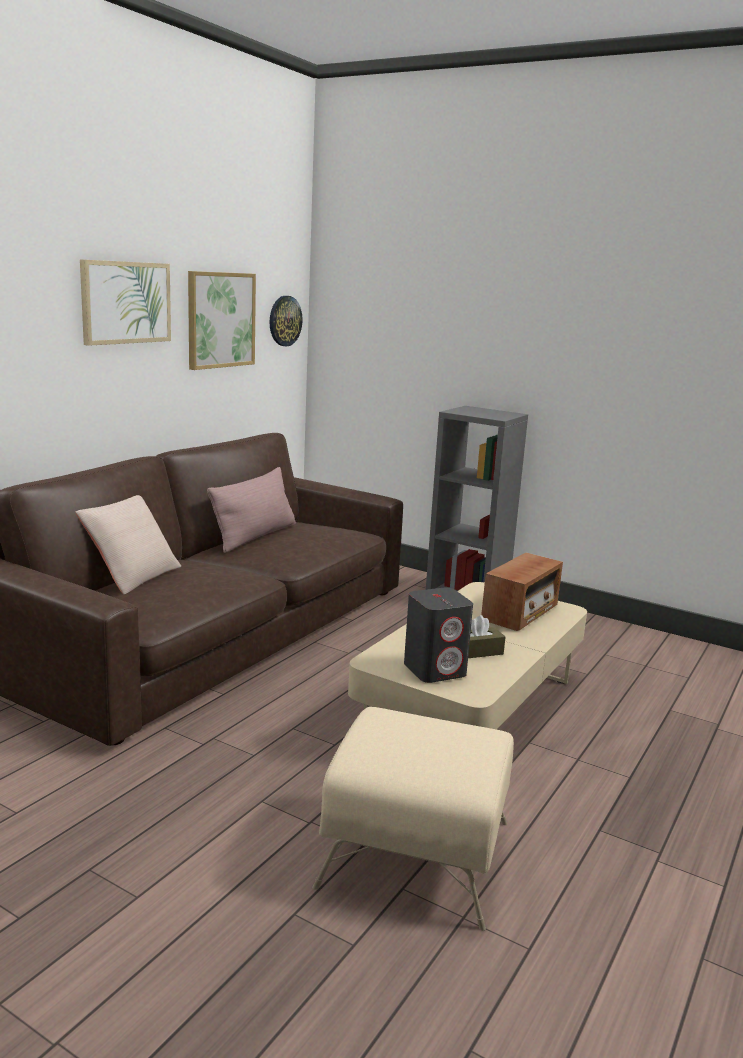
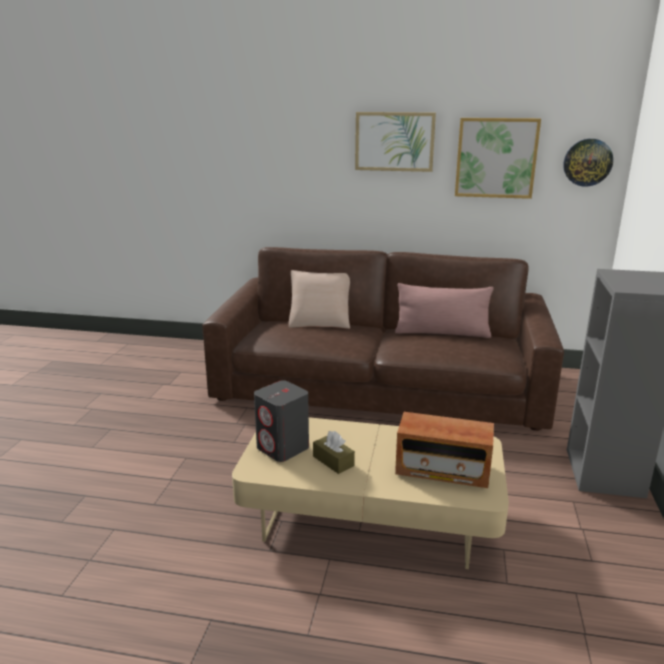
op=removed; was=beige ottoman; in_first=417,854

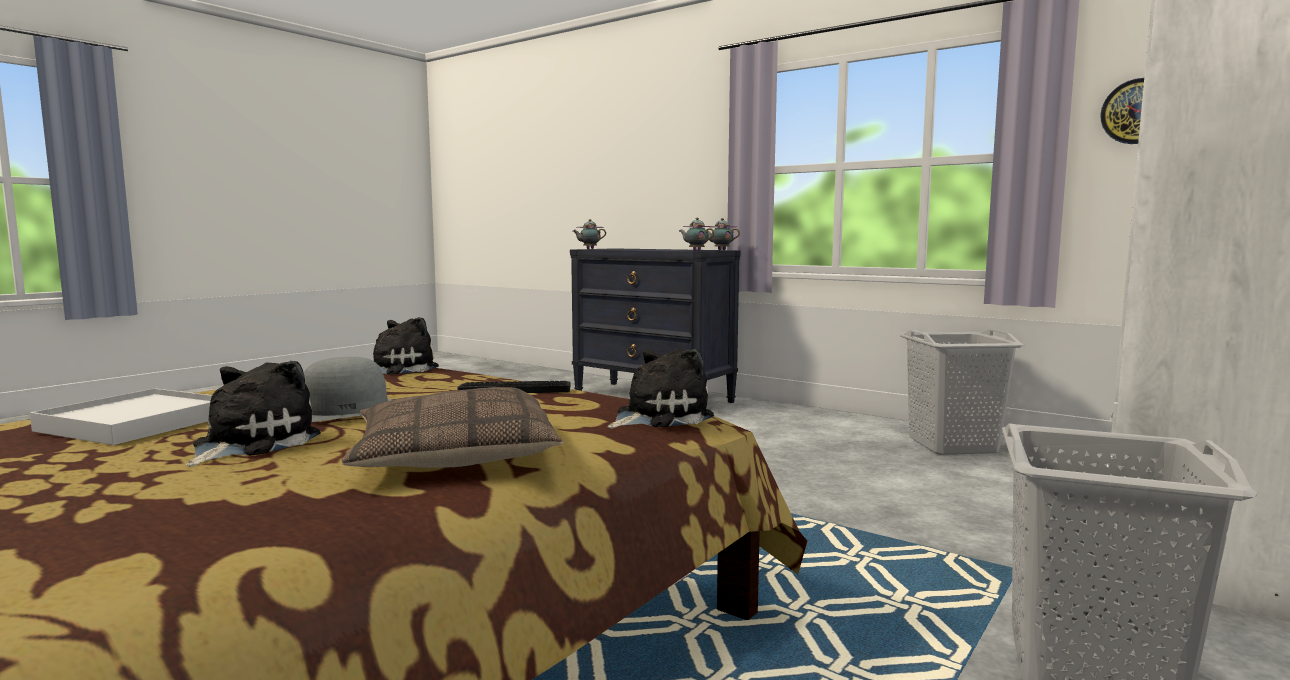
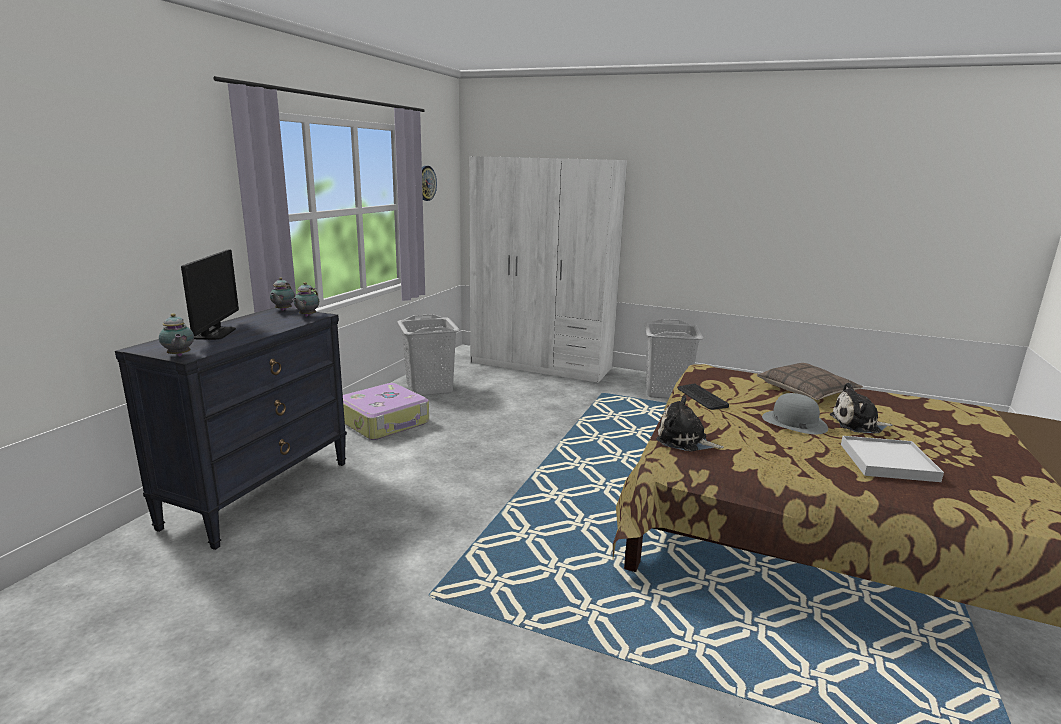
op=removed; was=plush toy; in_first=658,416
op=added; now=monitor; in_second=215,333
op=added; now=suitcase; in_second=385,422

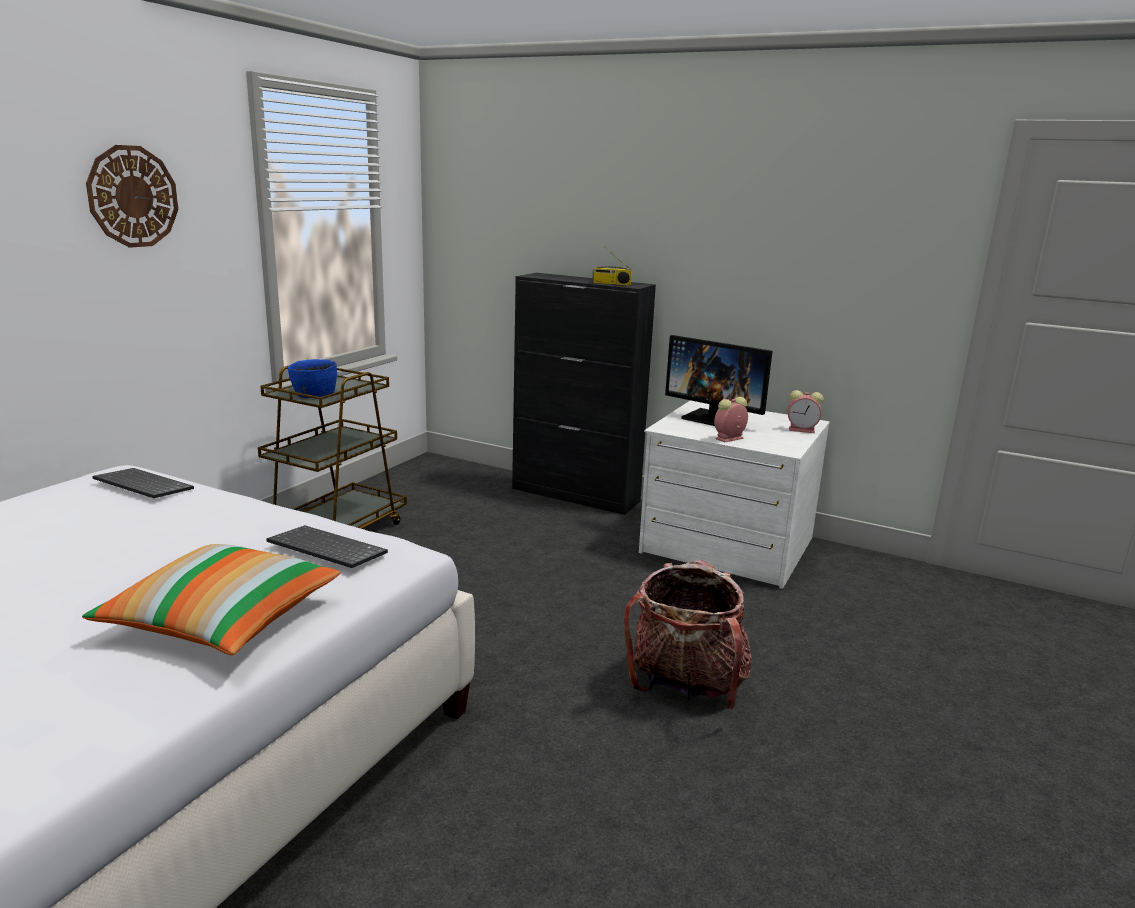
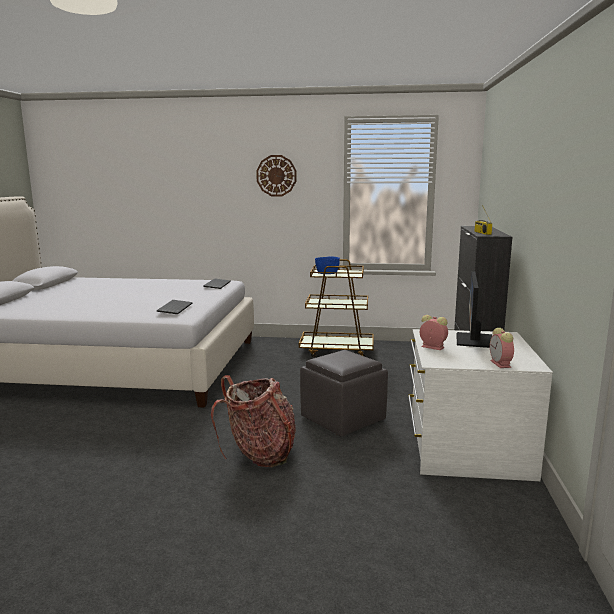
op=removed; was=pillow; in_first=222,621
op=added; now=grey ottoman; in_second=343,418

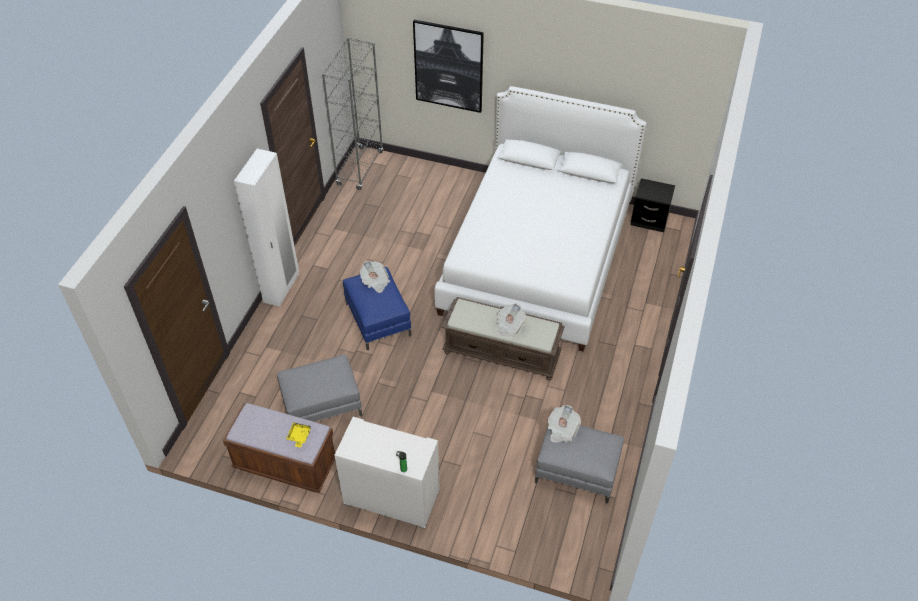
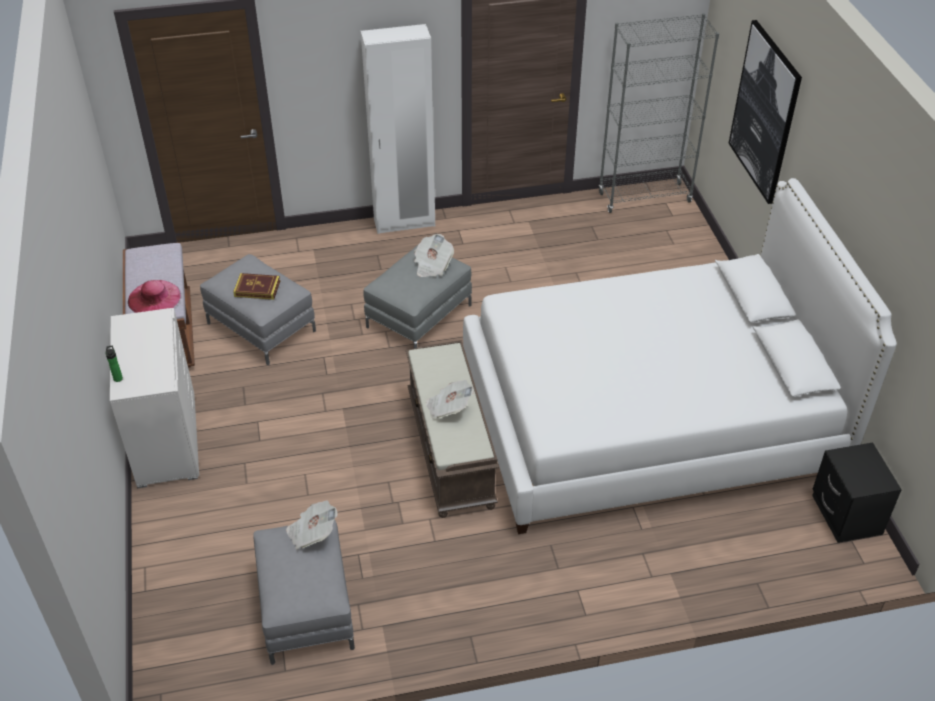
op=recoloured; was=blue ottoman; now=grey ottoman; in_first=378,319; in_second=419,316
op=replaced; was=yellow tray; now=pink hat; in_first=299,436; in_second=154,298
op=added; now=book; in_second=257,288

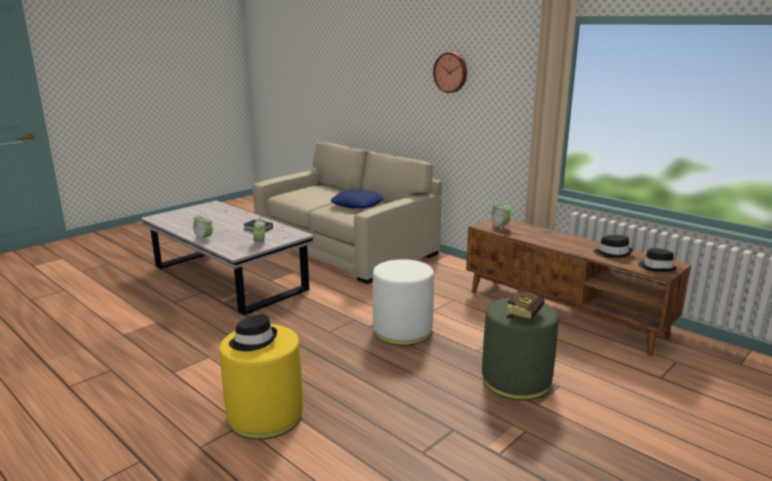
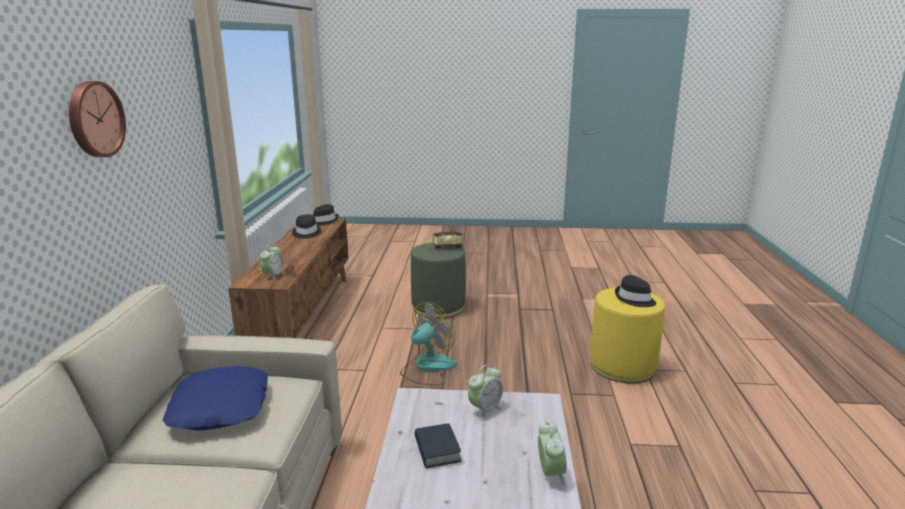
op=replaced; was=white ottoman; now=fan; in_first=402,331; in_second=427,368

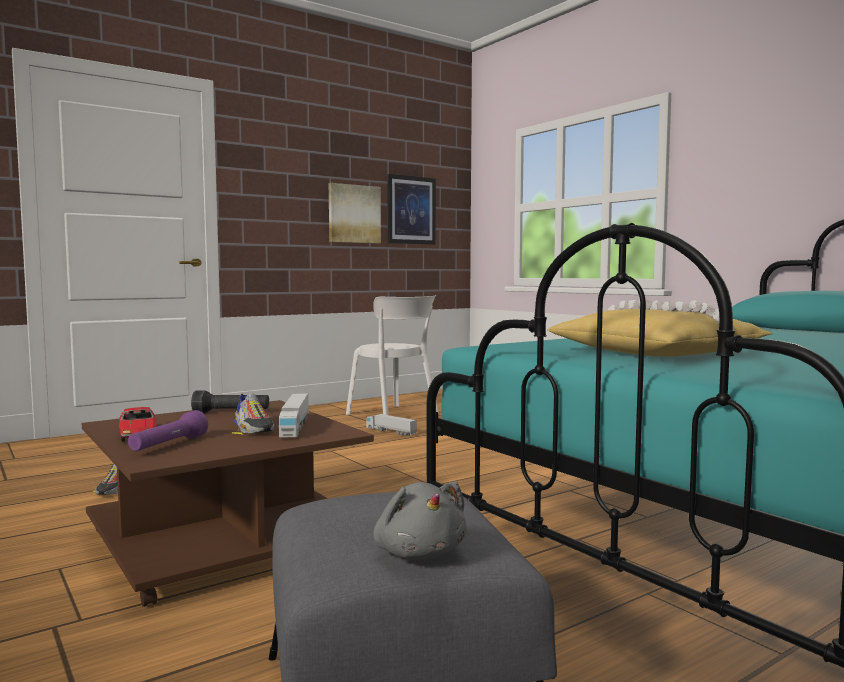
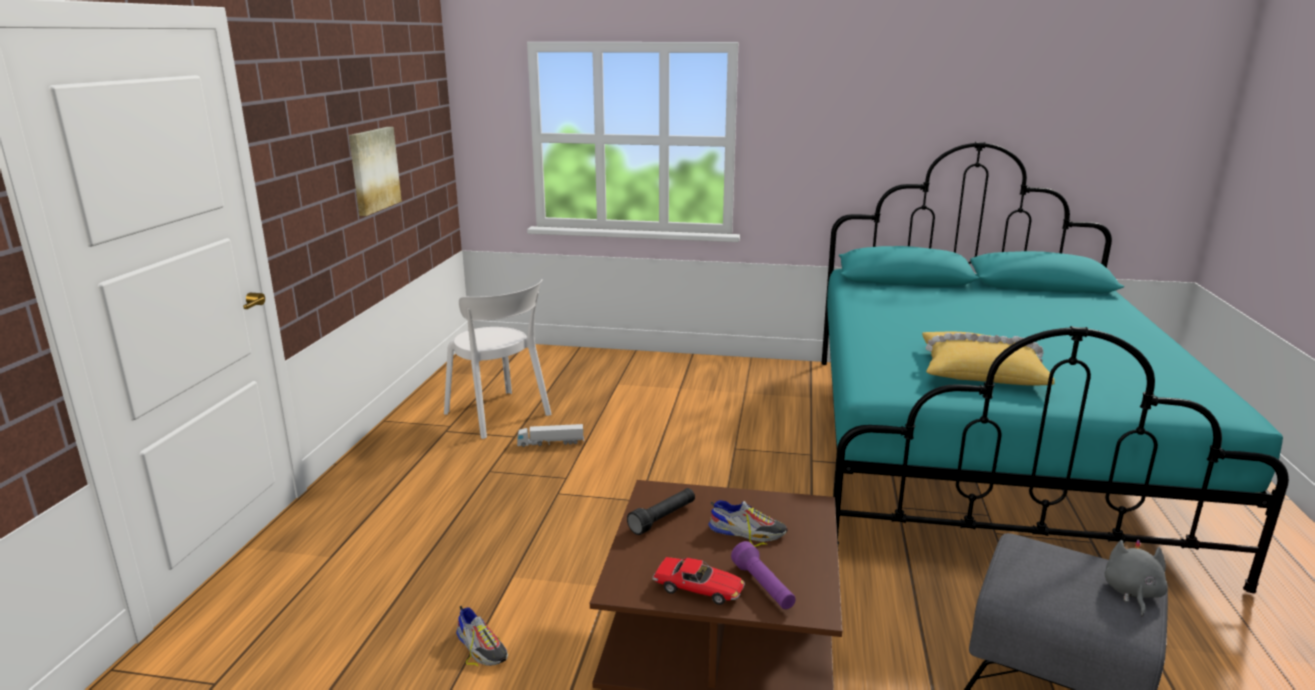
op=removed; was=picture; in_first=411,210
op=turned; was=white chair; in_first=394,415; in_second=500,415; clockwise=45
op=removed; was=toy truck; in_first=294,427
op=turned; was=grey plush toy; in_first=419,553; in_second=1132,593; clockwise=-90

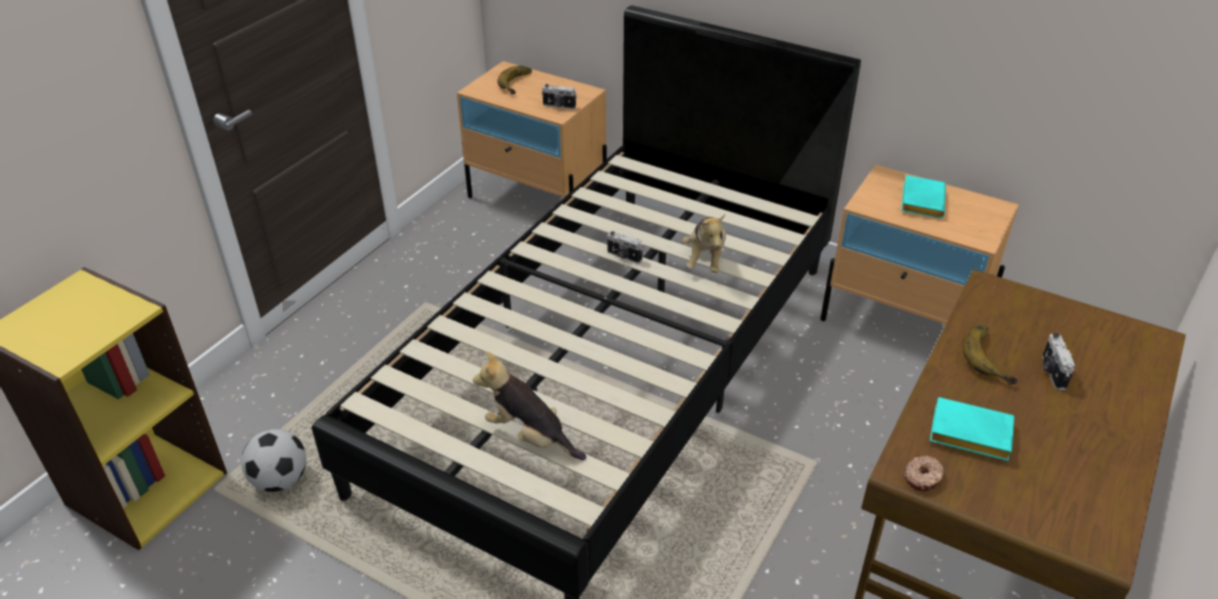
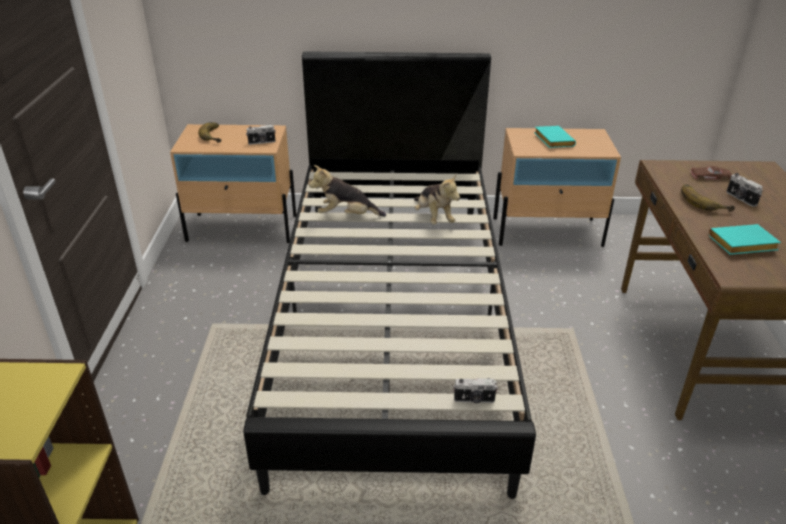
op=moved; was=photo camera; in_first=624,256; in_second=474,400
op=moved; was=plush toy; in_first=530,436; in_second=346,216
op=removed; was=football; in_first=280,480
op=removed; was=donut; in_first=923,478
op=added; now=brown toy car; in_second=710,176

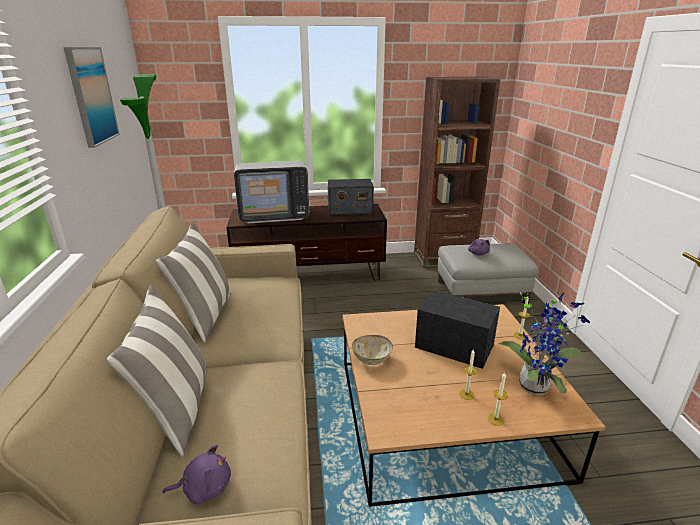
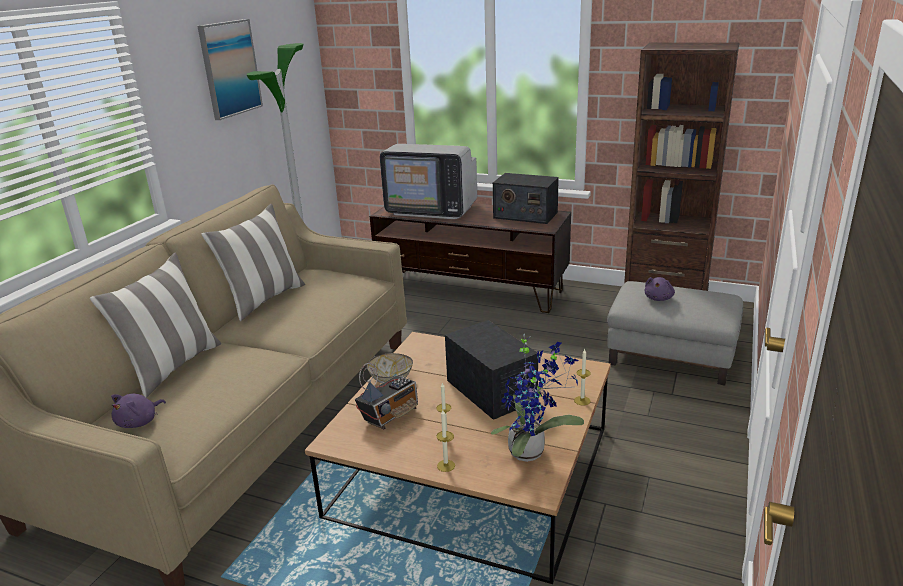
op=turned; was=purple plush toy; in_first=204,488; in_second=139,422; clockwise=105
op=added; now=radio; in_second=390,415

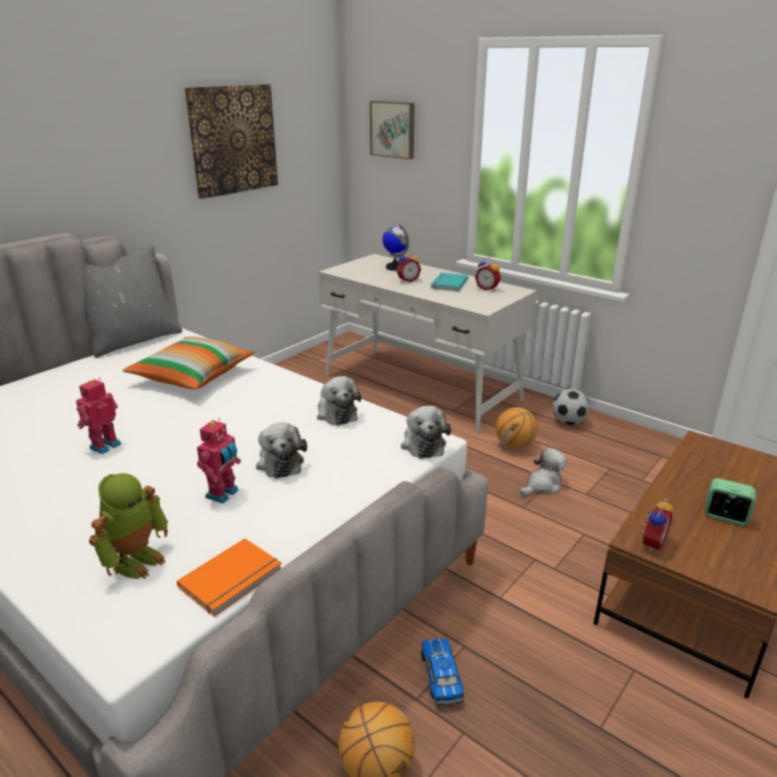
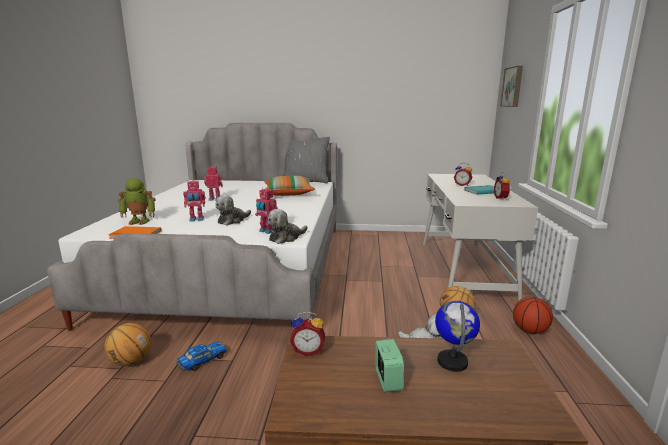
op=removed; was=picture; in_first=233,140
op=moved; was=globe; in_first=395,267; in_second=452,362
op=removed; was=plush toy; in_first=336,413
op=replaced; was=football; now=basketball; in_first=569,422; in_second=529,330
op=added; now=toy robot; in_second=267,231

